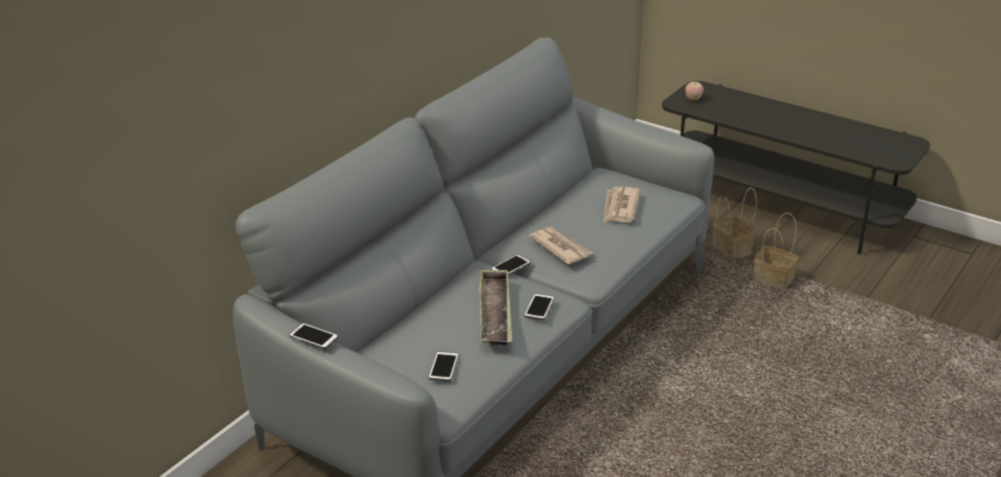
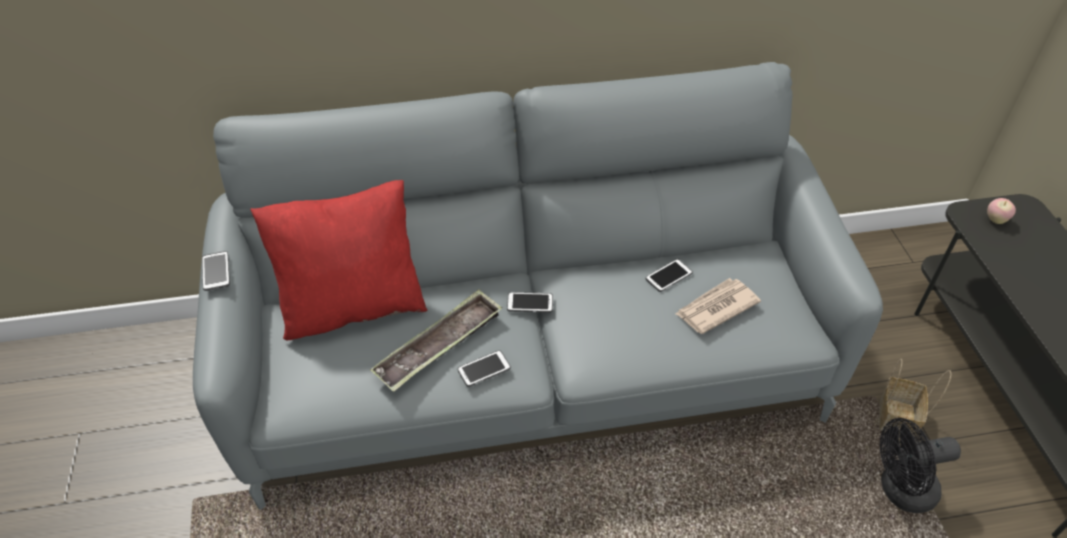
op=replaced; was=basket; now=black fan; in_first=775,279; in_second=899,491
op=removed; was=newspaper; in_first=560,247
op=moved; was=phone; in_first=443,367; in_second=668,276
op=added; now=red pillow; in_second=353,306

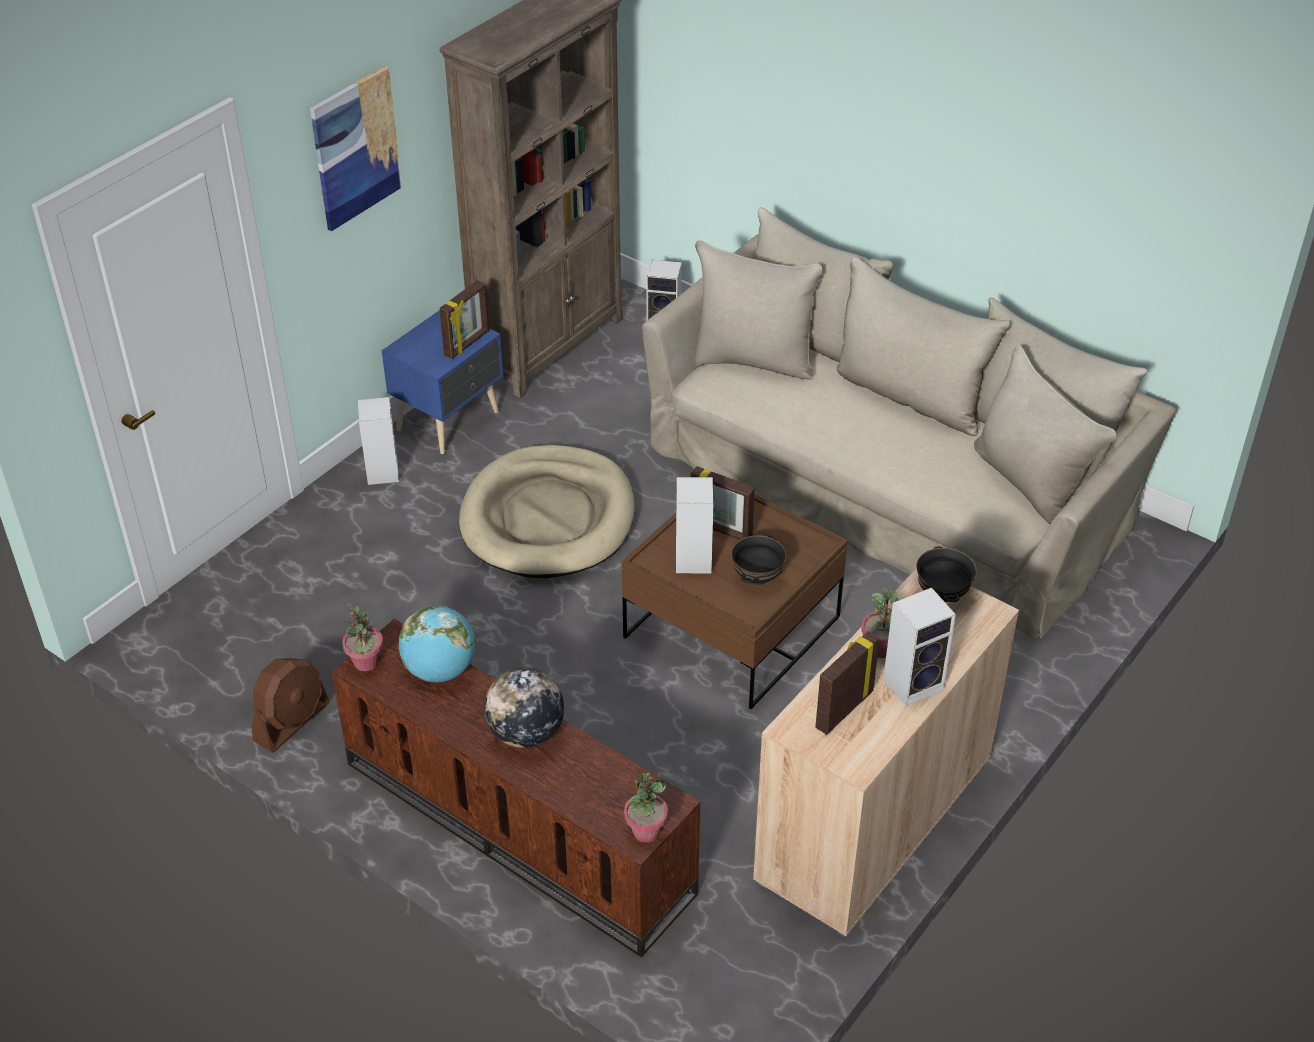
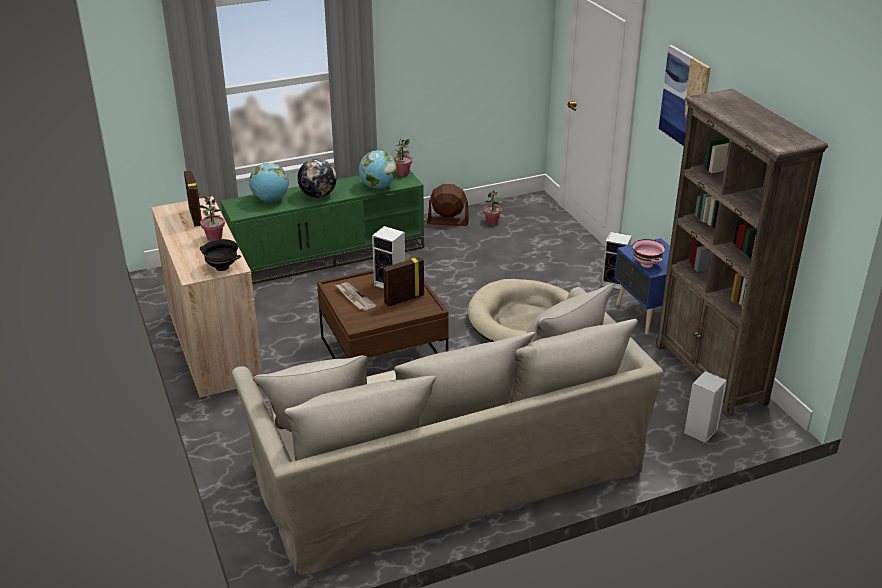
op=replaced; was=picture frame; now=pink bowl; in_first=467,344; in_second=647,264
op=replaced; was=black bowl; now=newspaper; in_first=758,578; in_second=354,297
op=removed; was=speaker; in_first=914,683
op=recoloured; was=brown tv stand; now=green tv stand; in_first=514,827; in_second=328,255
op=turned; was=brown fan; in_first=292,721; in_second=447,221; clockwise=120
op=moved; was=potted plant; in_first=645,831; in_second=492,222
op=added; now=globe; in_second=270,200

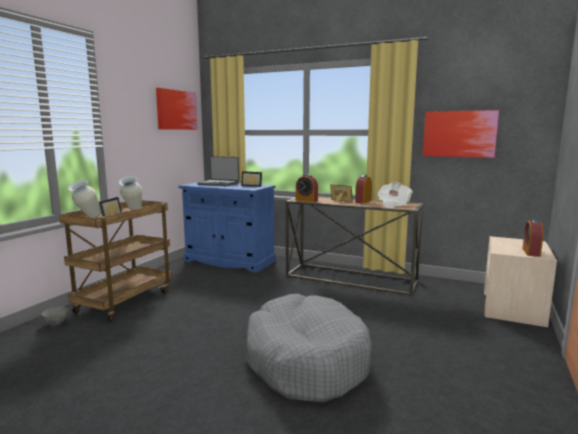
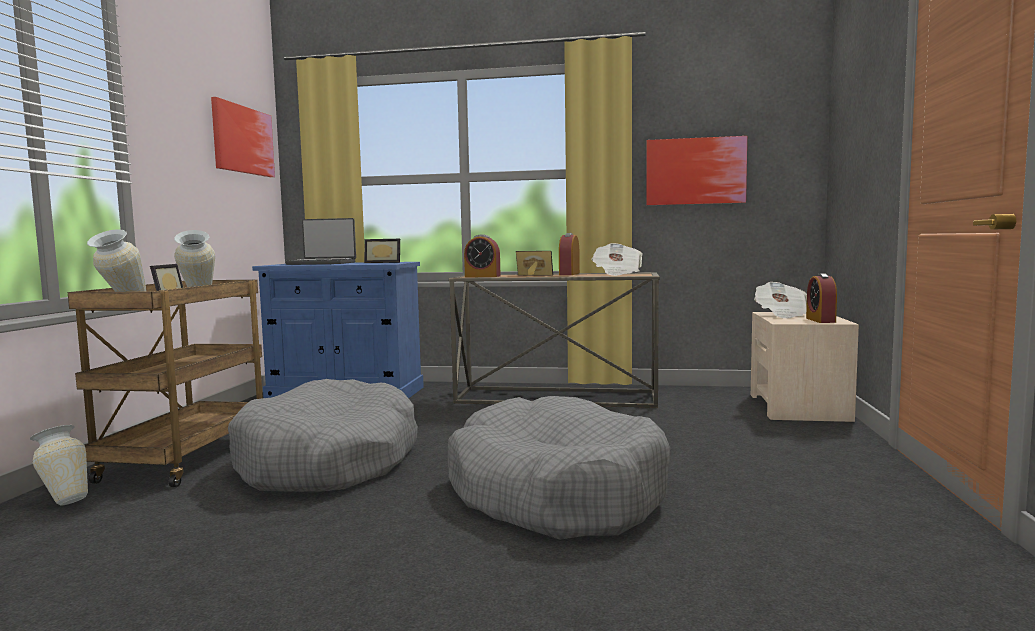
op=replaced; was=grey bowl; now=vase; in_first=57,323; in_second=65,501
op=added; now=newspaper; in_second=781,315
op=added; now=grey dog bed; in_second=329,461

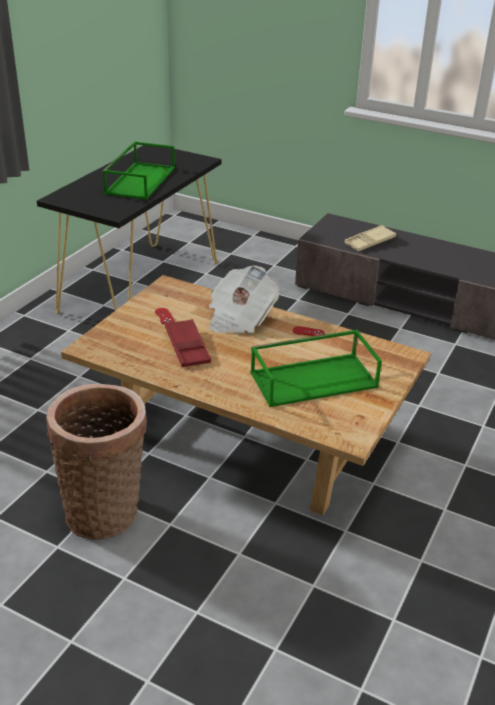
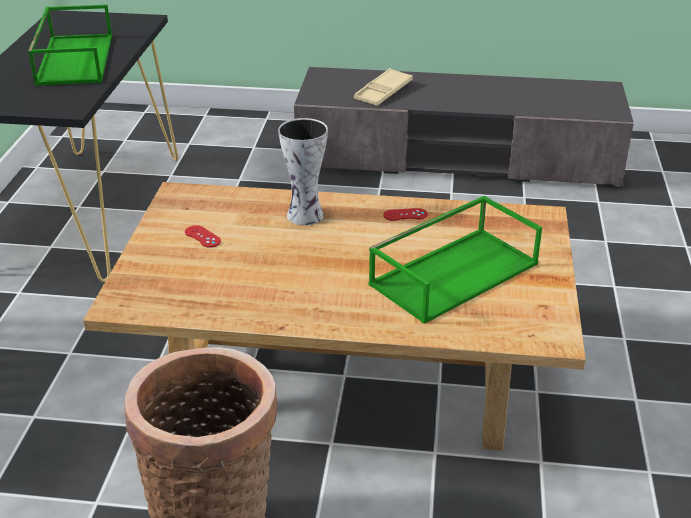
op=replaced; was=newspaper; now=vase; in_first=240,318; in_second=305,216
op=removed; was=red tray; in_first=187,347

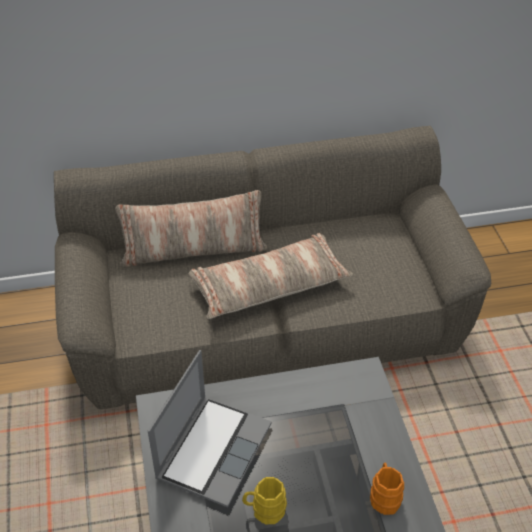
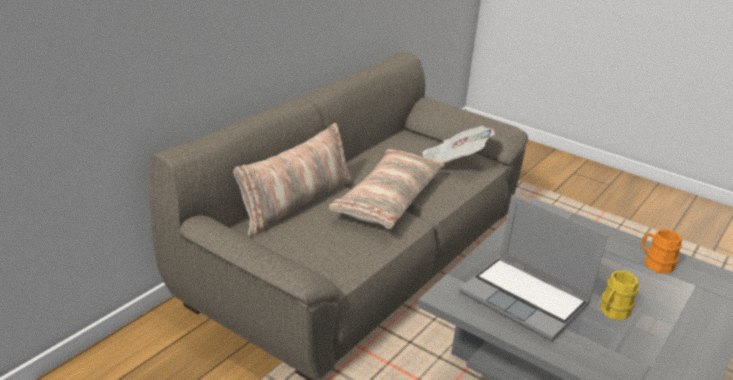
op=turned; was=laptop; in_first=213,450; in_second=526,299; clockwise=150
op=added; now=newspaper; in_second=453,161

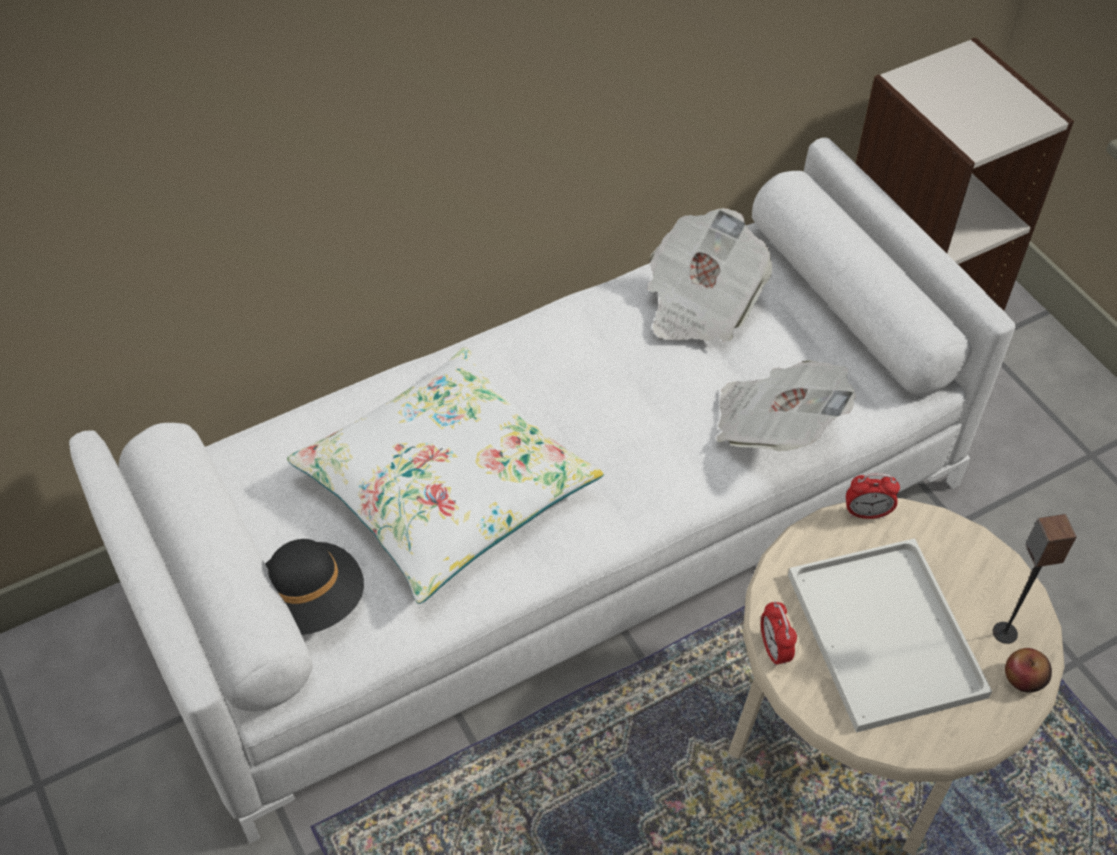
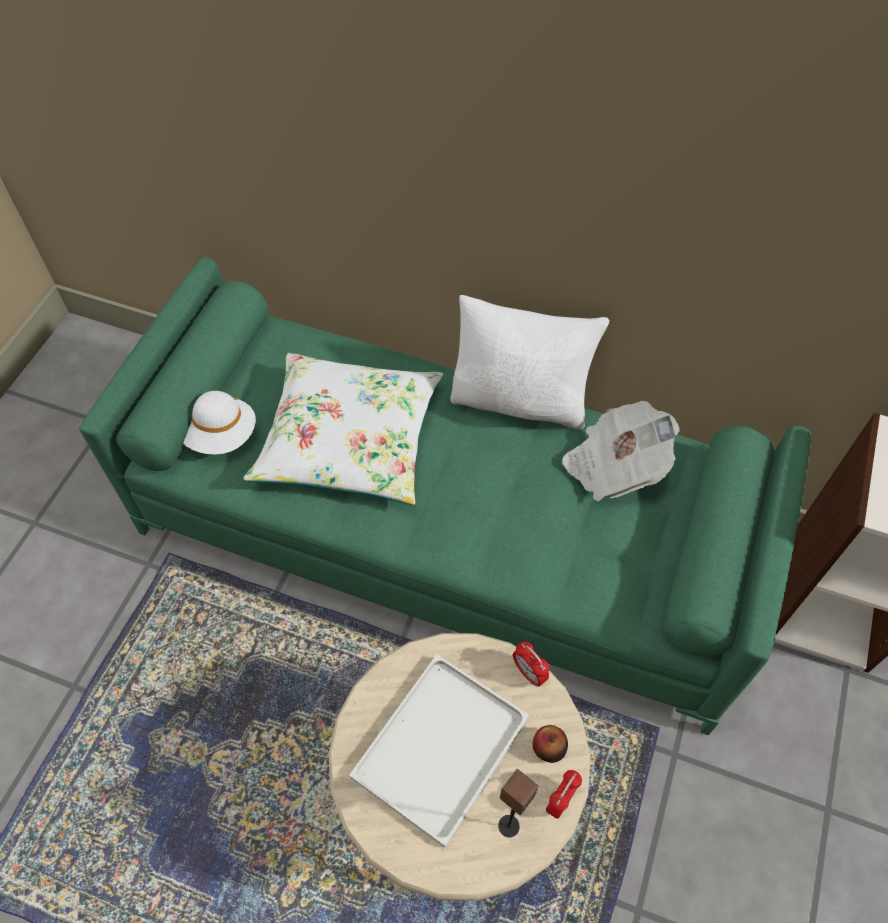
op=recoloured; was=white sofa; now=green sofa; in_first=559,536; in_second=445,533
op=removed; was=newspaper; in_first=775,426
op=recoloured; was=black hat; now=white hat; in_first=311,602; in_second=221,435
op=moved; was=alarm clock; in_first=774,650; in_second=560,800
op=moved; was=apple; in_first=1023,678; in_second=548,747
op=added; now=white pillow; in_second=520,400

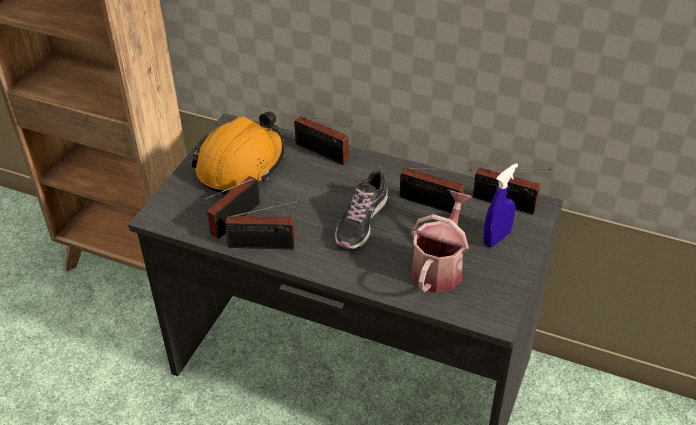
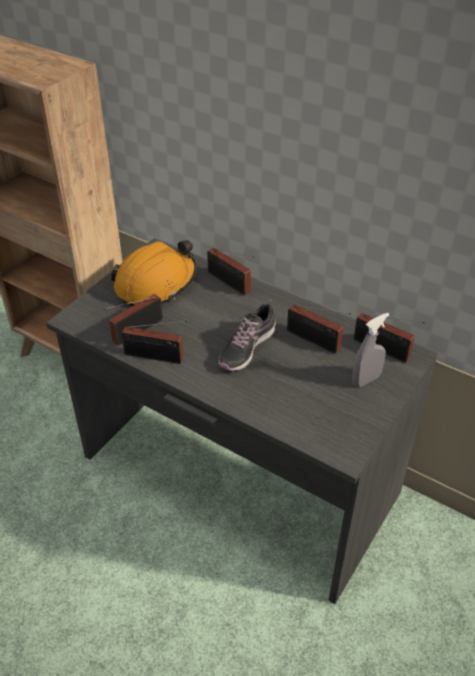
op=recoloured; was=blue spray bottle; now=grey spray bottle; in_first=496,238; in_second=366,380
op=removed; was=watering can; in_first=439,267

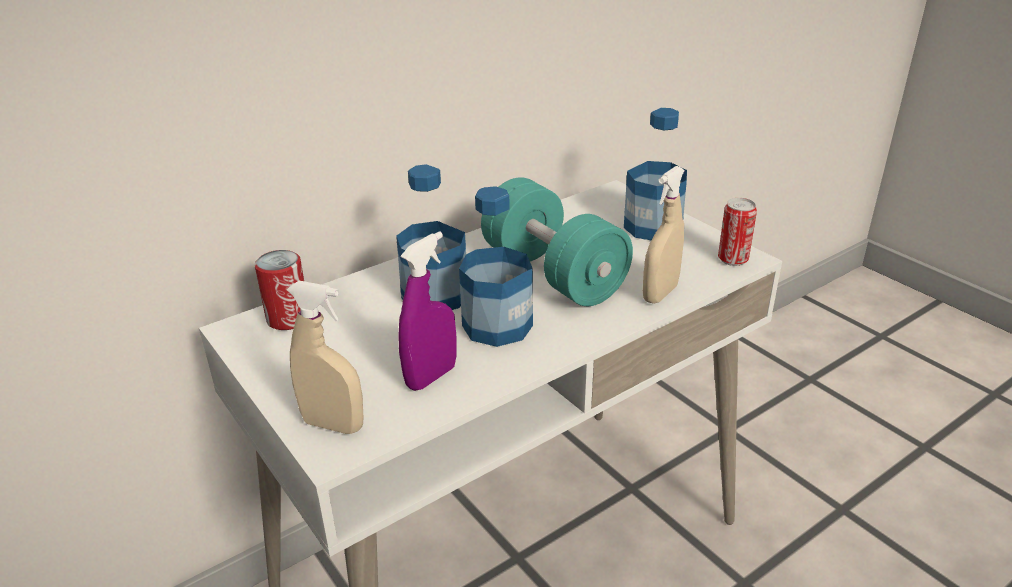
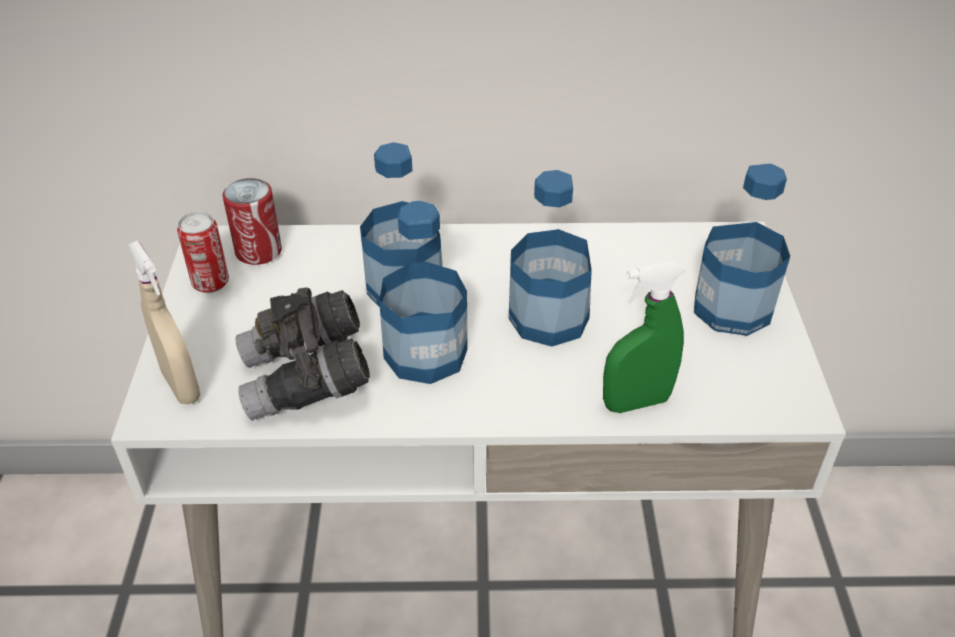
op=recoloured; was=beige spray bottle; now=green spray bottle; in_first=660,294; in_second=636,402
op=replaced; was=turquoise dumbbell; now=bottle; in_first=553,274; in_second=549,318
op=moved; was=can; in_first=732,259; in_second=210,283
op=replaced; was=purple spray bottle; now=grey binoculars; in_first=431,377; in_second=307,380

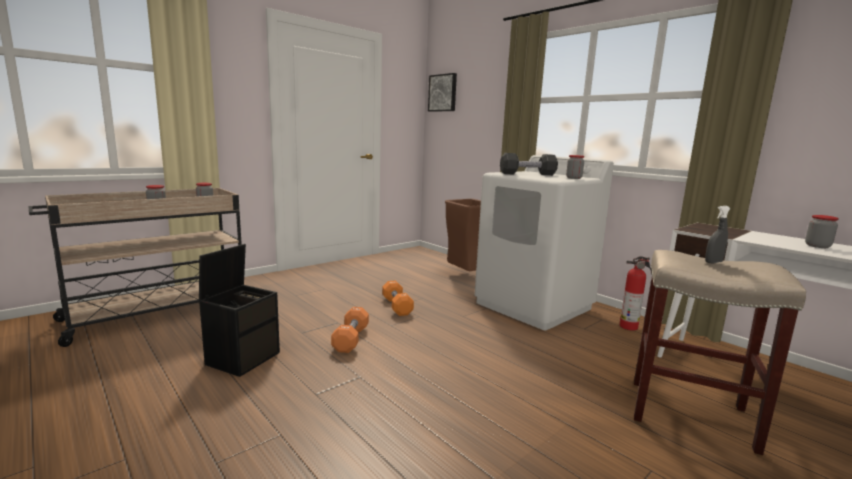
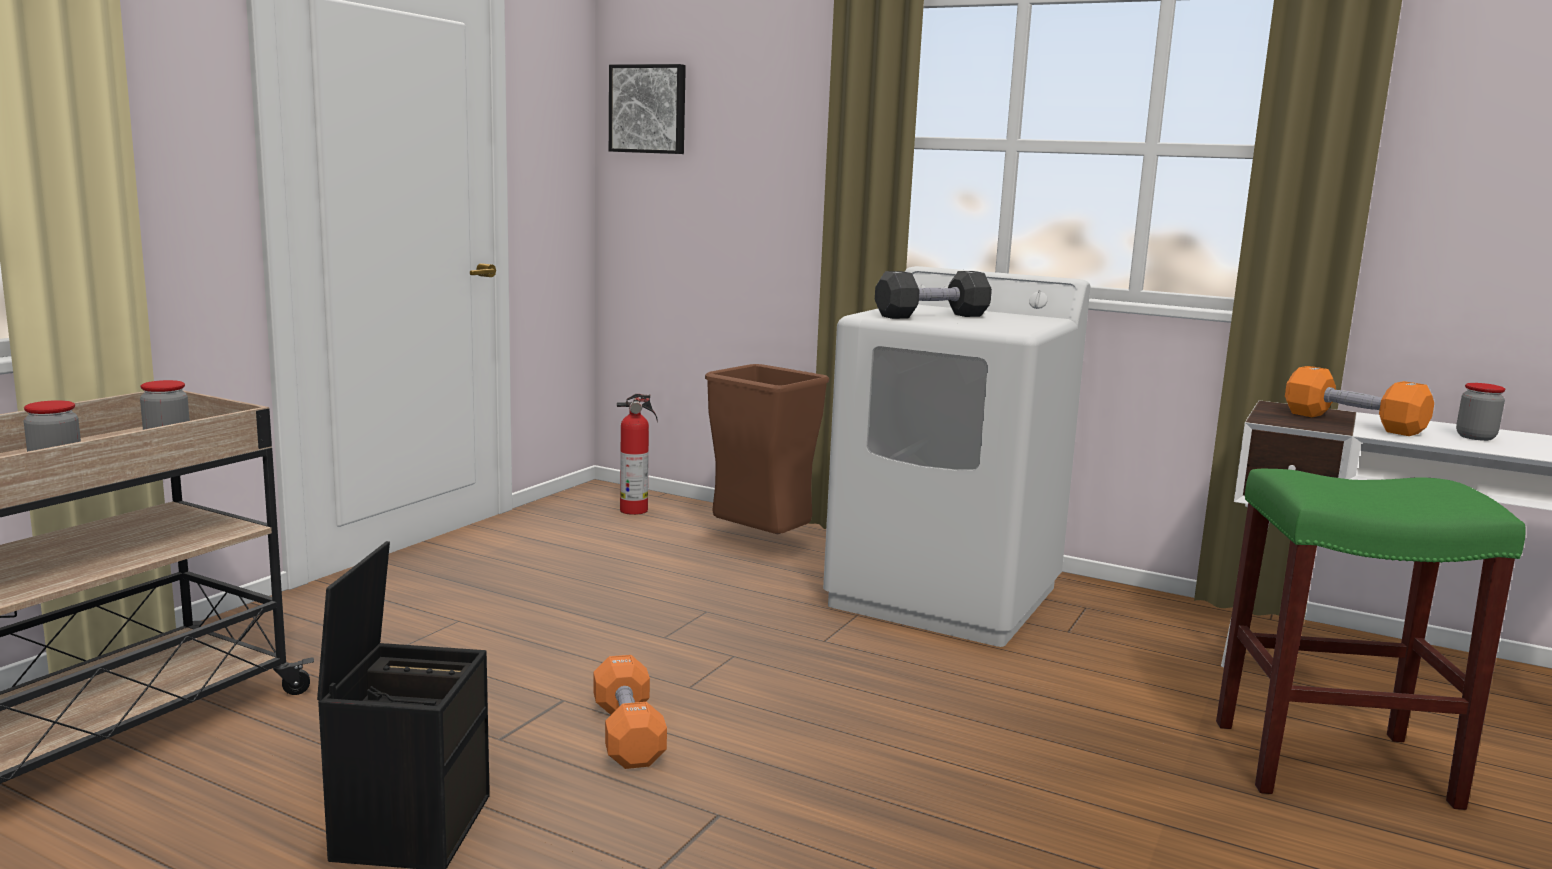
op=removed; was=jar; in_first=574,178
op=removed; was=grey spray bottle; in_first=713,262
op=recoloured; was=beige stool; now=green stool; in_first=688,414; in_second=1330,764
op=moved; was=fire extinguisher; in_first=630,327; in_second=636,510
op=moved; was=orange dumbbell; in_first=397,306; in_second=1353,423

